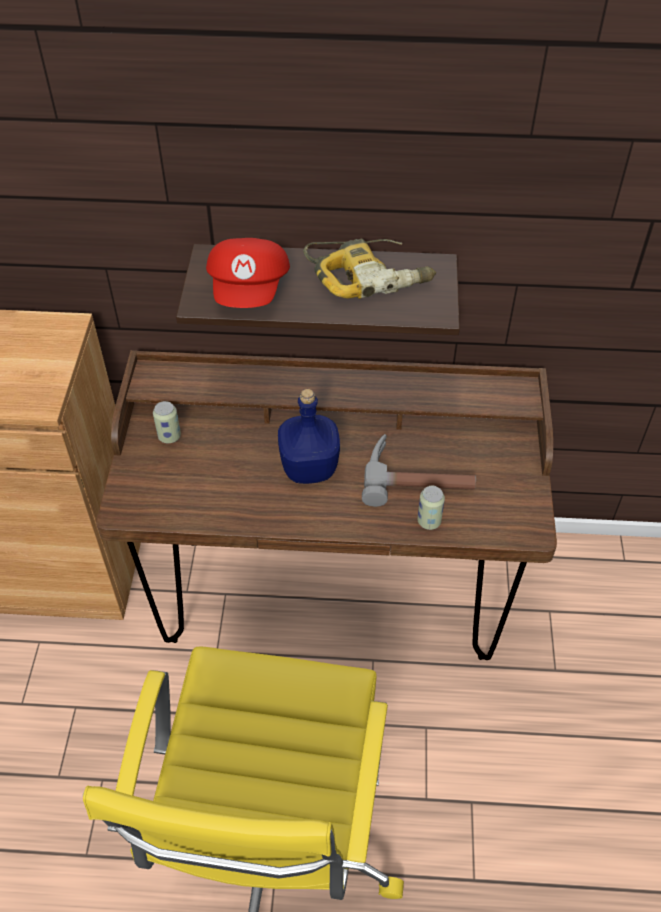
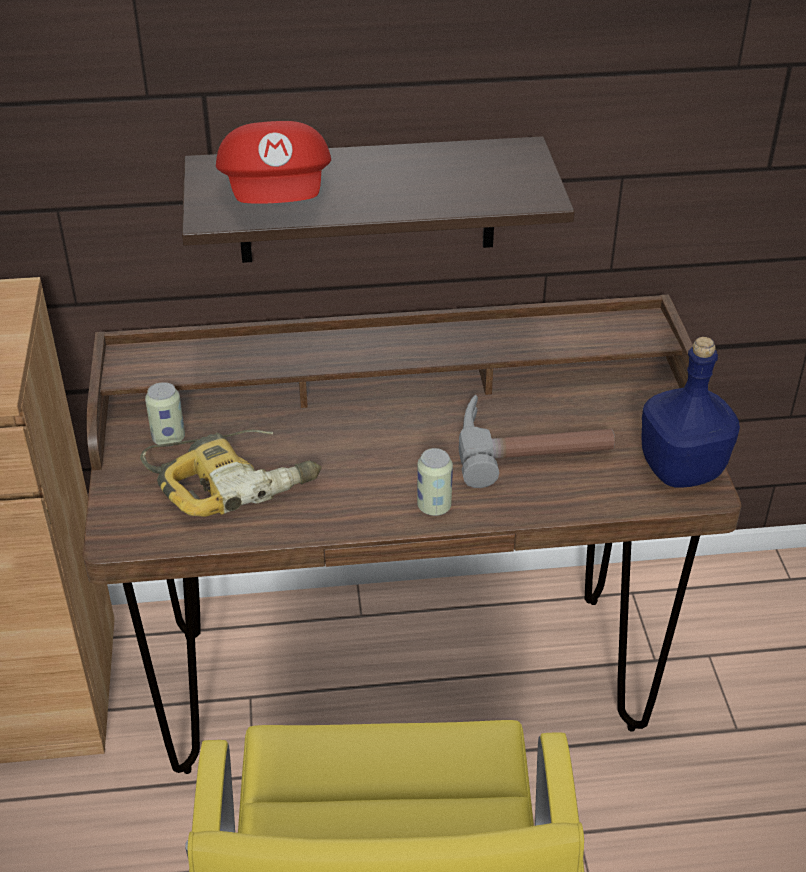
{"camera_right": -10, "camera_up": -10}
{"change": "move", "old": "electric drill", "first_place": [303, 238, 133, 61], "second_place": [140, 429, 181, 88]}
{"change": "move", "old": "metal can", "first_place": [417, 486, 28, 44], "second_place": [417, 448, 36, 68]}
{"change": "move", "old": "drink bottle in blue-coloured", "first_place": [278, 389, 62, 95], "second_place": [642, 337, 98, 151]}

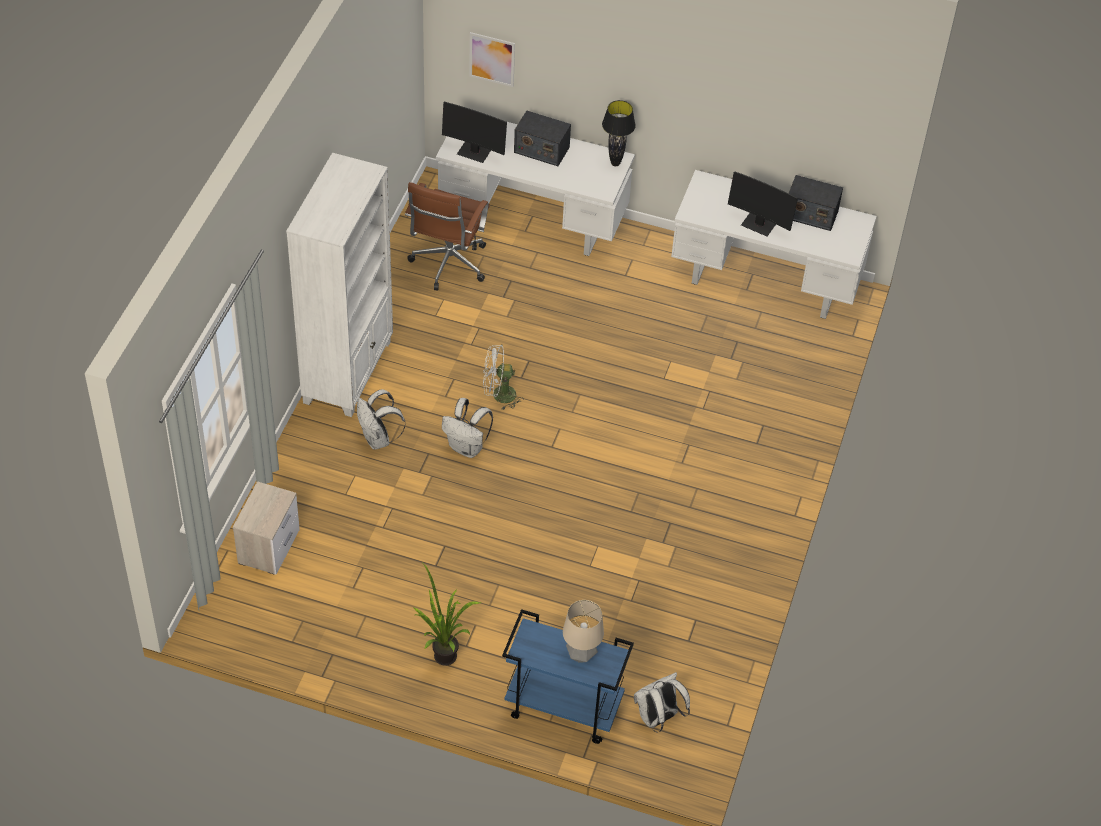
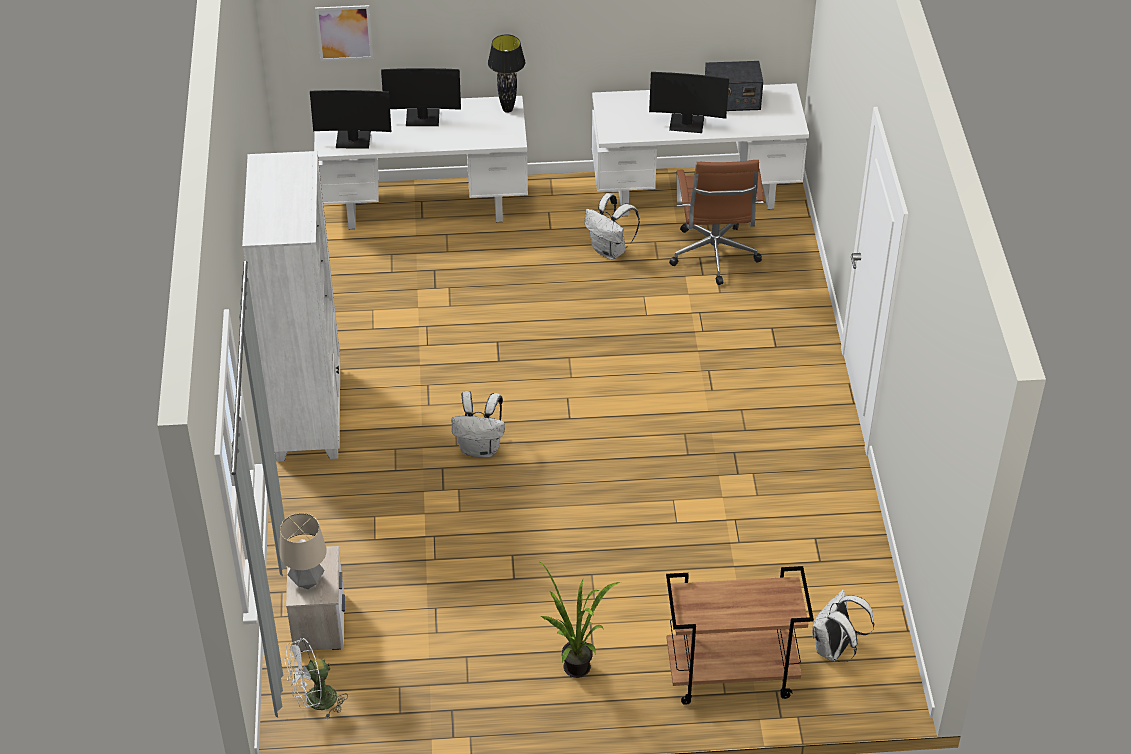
{"camera_right": -20, "camera_up": -5}
{"change": "move", "old": "table lamp", "first_place": [563, 600, 41, 63], "second_place": [280, 513, 47, 76]}
{"change": "move", "old": "electric fan in whitish", "first_place": [483, 345, 41, 64], "second_place": [285, 637, 63, 81]}
{"change": "replace", "old": "radio set", "new": "computer screen", "first_place": [514, 110, 57, 56], "second_place": [381, 68, 80, 58]}
{"change": "move", "old": "rucksack in whitish", "first_place": [357, 389, 49, 61], "second_place": [584, 193, 56, 67]}
{"change": "recolor", "old": "wheeled cart in blue-coloured", "new": "wheeled cart in brown-coloured", "first_place": [502, 609, 132, 135], "second_place": [666, 566, 148, 139]}
{"change": "move", "old": "computer chair in brown-coloured", "first_place": [405, 182, 85, 108], "second_place": [669, 160, 95, 125]}

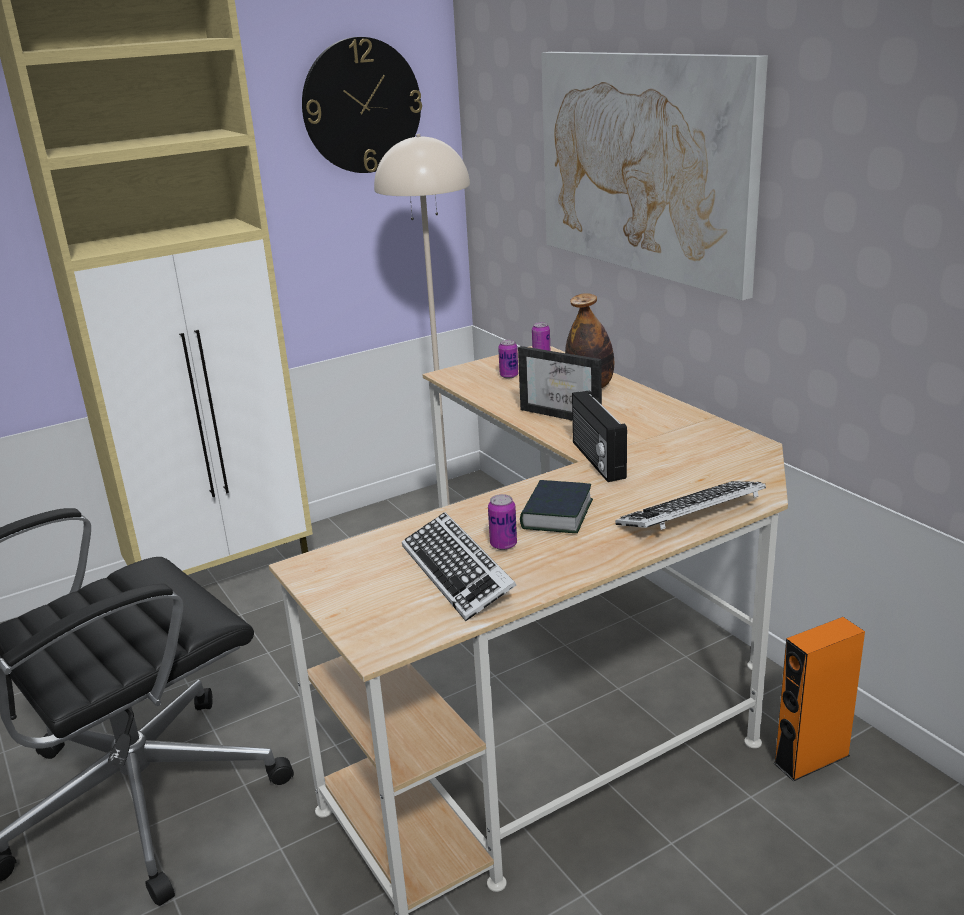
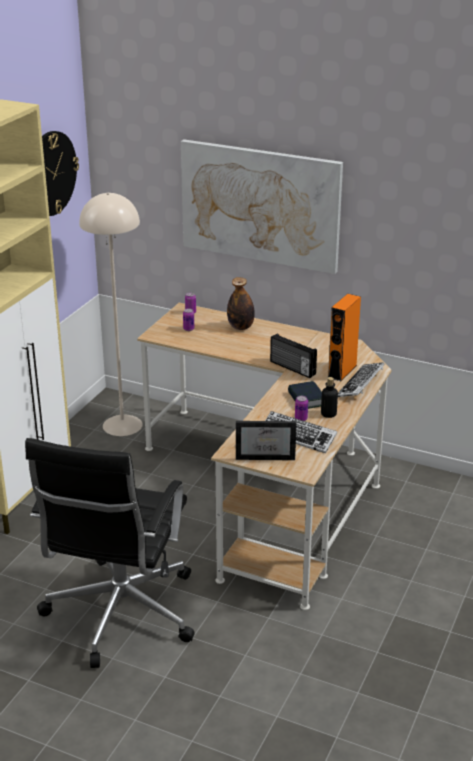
{"camera_right": -35, "camera_up": 5}
{"change": "move", "old": "standing frame", "first_place": [518, 346, 84, 74], "second_place": [236, 421, 60, 39]}
{"change": "insert", "new": "drink bottle", "second_place": [321, 377, 17, 41]}
{"change": "move", "old": "loudspeaker in orangey", "first_place": [773, 617, 92, 164], "second_place": [327, 294, 34, 87]}

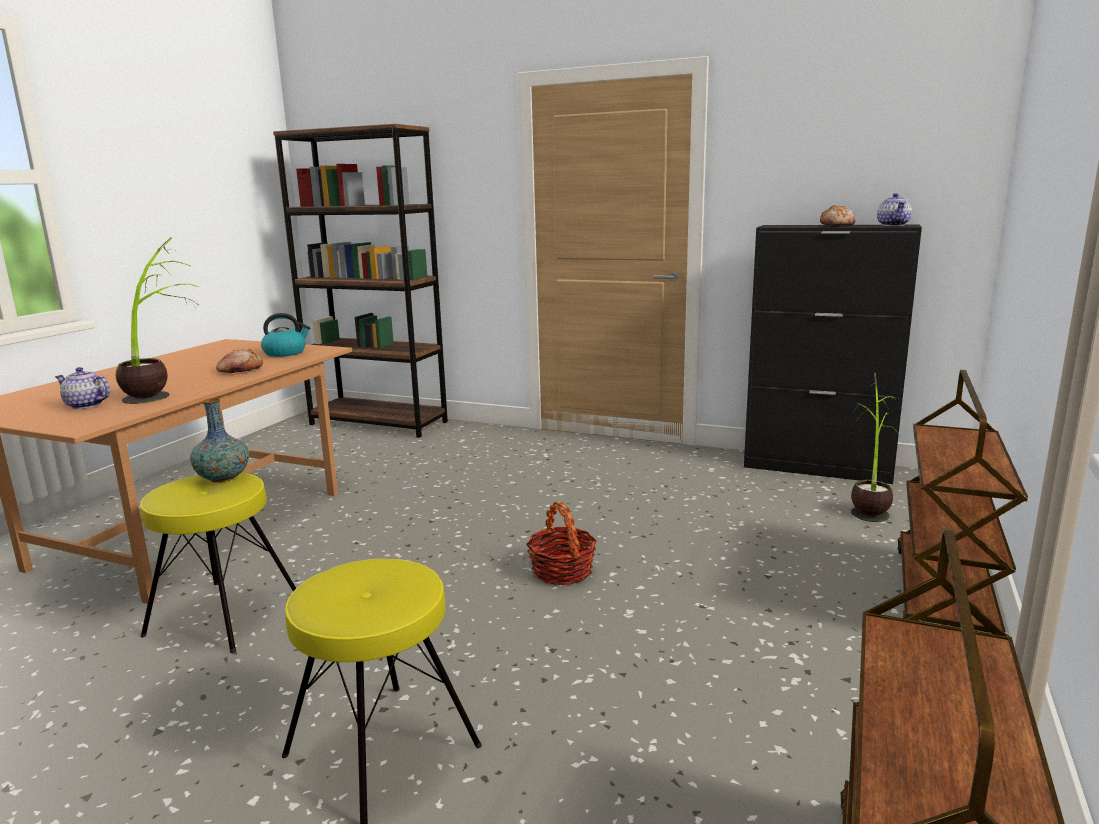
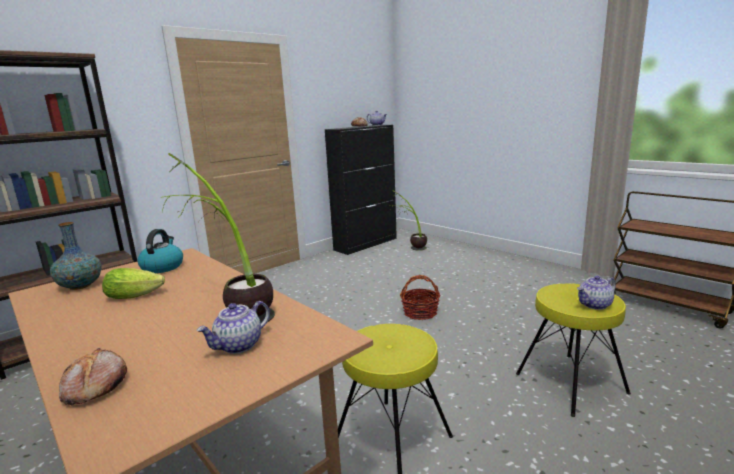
{"camera_right": -65, "camera_up": 0}
{"change": "move", "old": "vase", "first_place": [190, 398, 59, 85], "second_place": [50, 222, 52, 68]}
{"change": "move", "old": "bread", "first_place": [216, 349, 47, 24], "second_place": [59, 348, 68, 57]}
{"change": "insert", "new": "head of lettuce", "second_place": [102, 268, 63, 31]}
{"change": "insert", "new": "tea pot", "second_place": [577, 276, 39, 34]}
{"change": "delete", "old": "wheeled cart in brown-coloured", "first_place": [897, 370, 131, 264]}

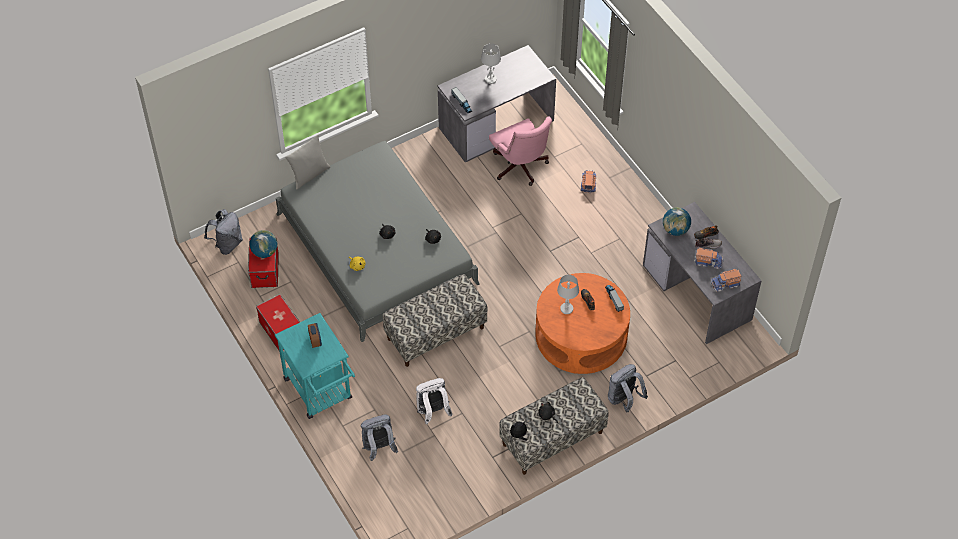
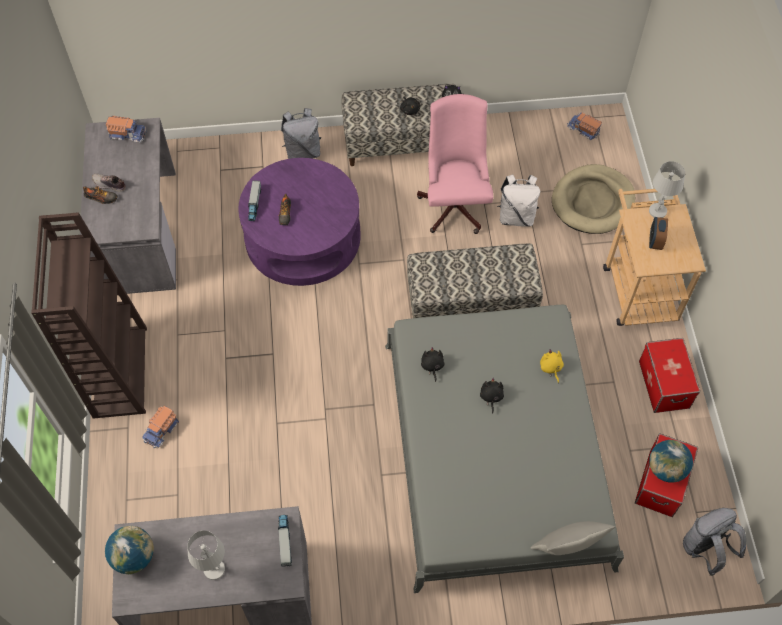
{"camera_right": -155, "camera_up": 5}
{"change": "insert", "new": "bookshelf in brown-coloured", "second_place": [31, 212, 116, 207]}
{"change": "move", "old": "globe", "first_place": [663, 207, 28, 29], "second_place": [105, 526, 49, 49]}
{"change": "recolor", "old": "lounge table in orangey", "new": "lounge table in purple", "first_place": [535, 273, 95, 101], "second_place": [239, 158, 122, 128]}
{"change": "move", "old": "computer chair in pinkish", "first_place": [489, 117, 63, 69], "second_place": [417, 94, 76, 140]}
{"change": "replace", "old": "rucksack in grey", "new": "pet bed in sand-coloured", "first_place": [361, 415, 37, 46], "second_place": [552, 164, 83, 70]}
{"change": "move", "old": "toy lorry", "first_place": [694, 248, 30, 21], "second_place": [567, 113, 35, 27]}
{"change": "recolor", "old": "wheeled cart in turquoise", "new": "wheeled cart in sand-coloured", "first_place": [275, 313, 80, 106], "second_place": [603, 189, 103, 137]}
{"change": "move", "old": "table lamp in whitish", "first_place": [557, 274, 22, 40], "second_place": [649, 161, 36, 57]}

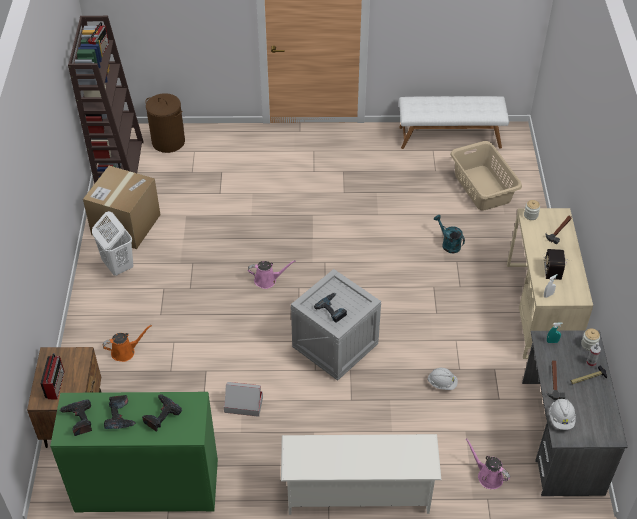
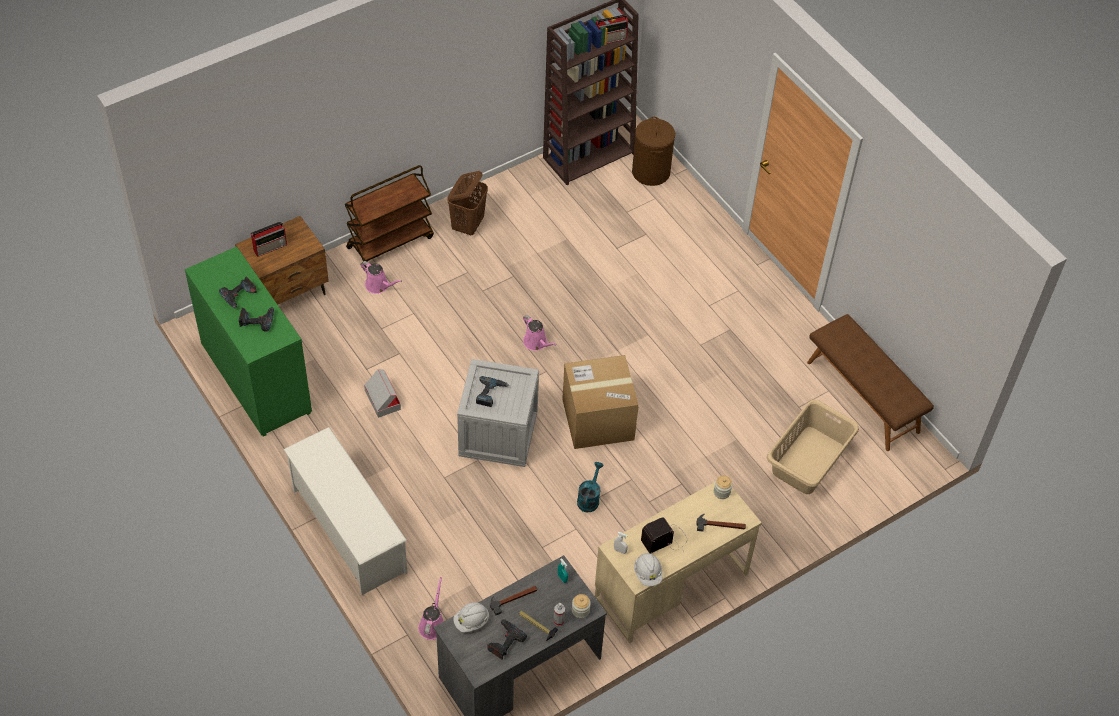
{"camera_right": 55, "camera_up": 5}
{"change": "insert", "new": "wheeled cart in brown-coloured", "second_place": [345, 165, 89, 103]}
{"change": "recolor", "old": "sprinkling can in orangey", "new": "sprinkling can in pinkish", "first_place": [103, 325, 49, 37], "second_place": [360, 261, 42, 33]}
{"change": "recolor", "old": "washing basket in whitish", "new": "washing basket in brown-coloured", "first_place": [92, 211, 41, 65], "second_place": [447, 171, 41, 65]}
{"change": "move", "old": "electric drill", "first_place": [59, 399, 33, 37], "second_place": [488, 619, 39, 41]}
{"change": "move", "old": "carton", "first_place": [83, 166, 78, 83], "second_place": [562, 355, 77, 94]}
{"change": "move", "old": "sprinkling can in turquoise", "first_place": [434, 215, 31, 38], "second_place": [577, 462, 27, 50]}
{"change": "move", "old": "safety helmet in whitish", "first_place": [428, 368, 30, 22], "second_place": [634, 553, 29, 33]}
{"change": "recolor", "old": "indoor bench in whitish", "new": "indoor bench in brown-coloured", "first_place": [399, 96, 110, 53], "second_place": [807, 314, 127, 137]}

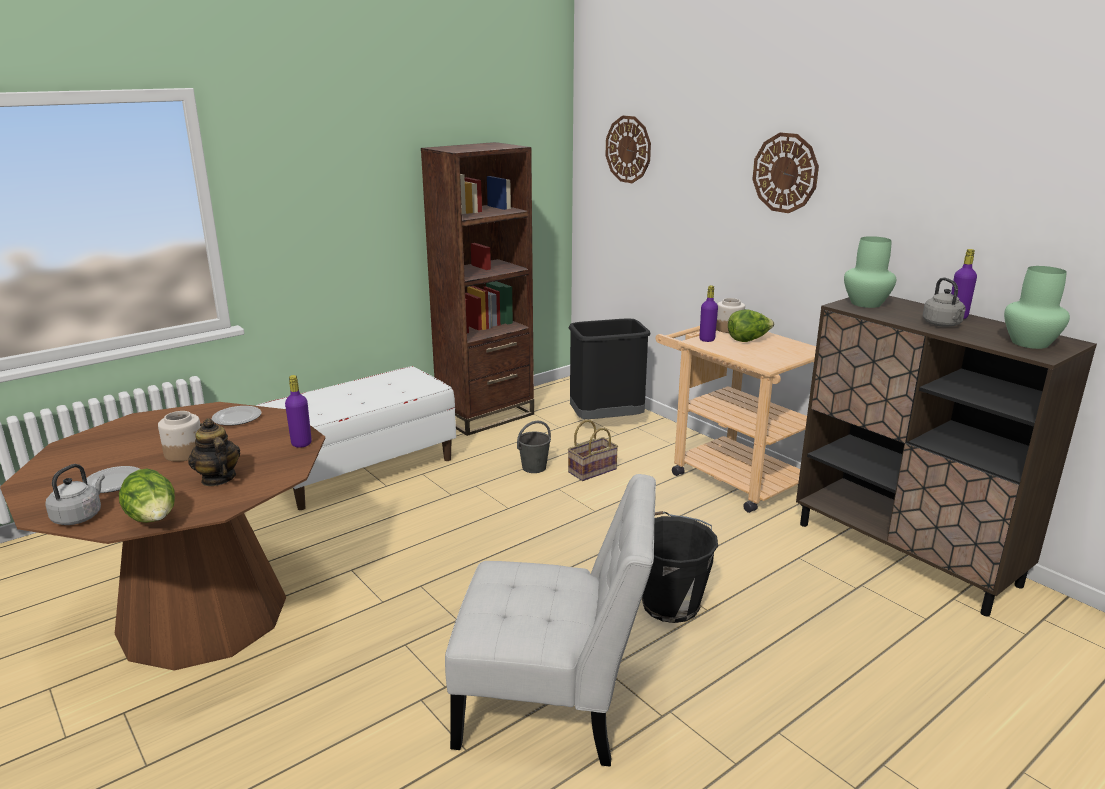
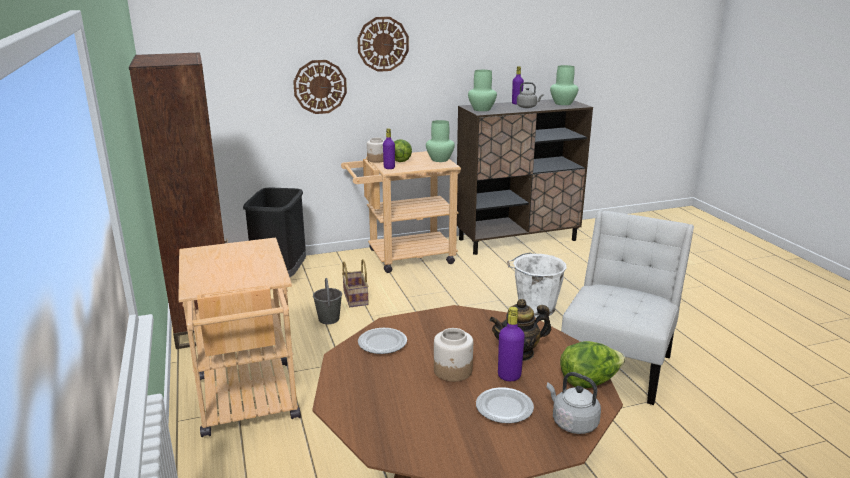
{"camera_right": -70, "camera_up": 0}
{"change": "replace", "old": "indoor bench in whitish", "new": "wheeled cart in sand-coloured", "first_place": [256, 366, 200, 144], "second_place": [178, 238, 123, 199]}
{"change": "move", "old": "wall clock", "first_place": [605, 116, 46, 67], "second_place": [293, 60, 54, 54]}
{"change": "insert", "new": "vase in green", "second_place": [426, 120, 29, 42]}
{"change": "move", "old": "drink bottle in purple", "first_place": [285, 375, 27, 73], "second_place": [498, 307, 27, 74]}
{"change": "recolor", "old": "pail in black", "new": "pail in whitish", "first_place": [642, 511, 76, 112], "second_place": [507, 253, 60, 64]}

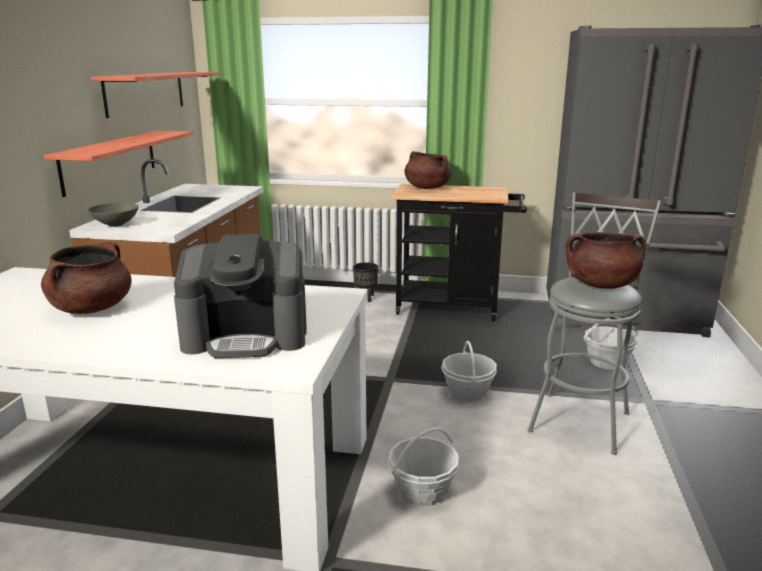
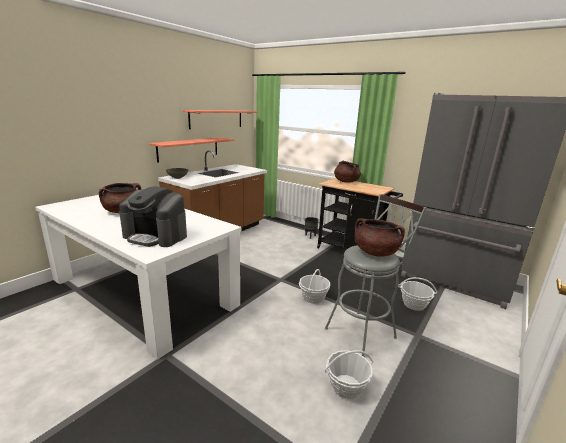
{"camera_right": 25, "camera_up": 0}
{"change": "move", "old": "household basket", "first_place": [388, 428, 71, 78], "second_place": [325, 350, 48, 49]}

